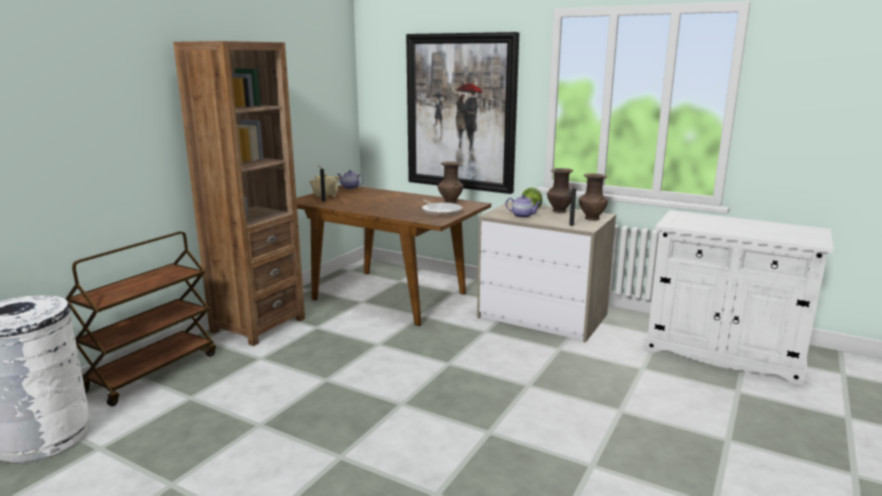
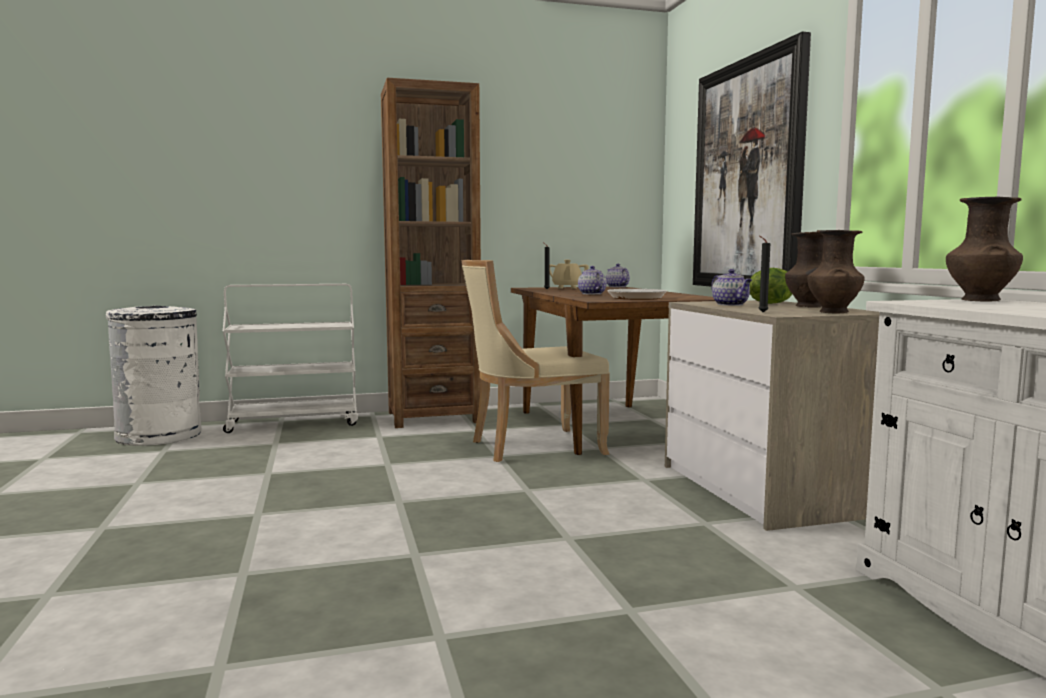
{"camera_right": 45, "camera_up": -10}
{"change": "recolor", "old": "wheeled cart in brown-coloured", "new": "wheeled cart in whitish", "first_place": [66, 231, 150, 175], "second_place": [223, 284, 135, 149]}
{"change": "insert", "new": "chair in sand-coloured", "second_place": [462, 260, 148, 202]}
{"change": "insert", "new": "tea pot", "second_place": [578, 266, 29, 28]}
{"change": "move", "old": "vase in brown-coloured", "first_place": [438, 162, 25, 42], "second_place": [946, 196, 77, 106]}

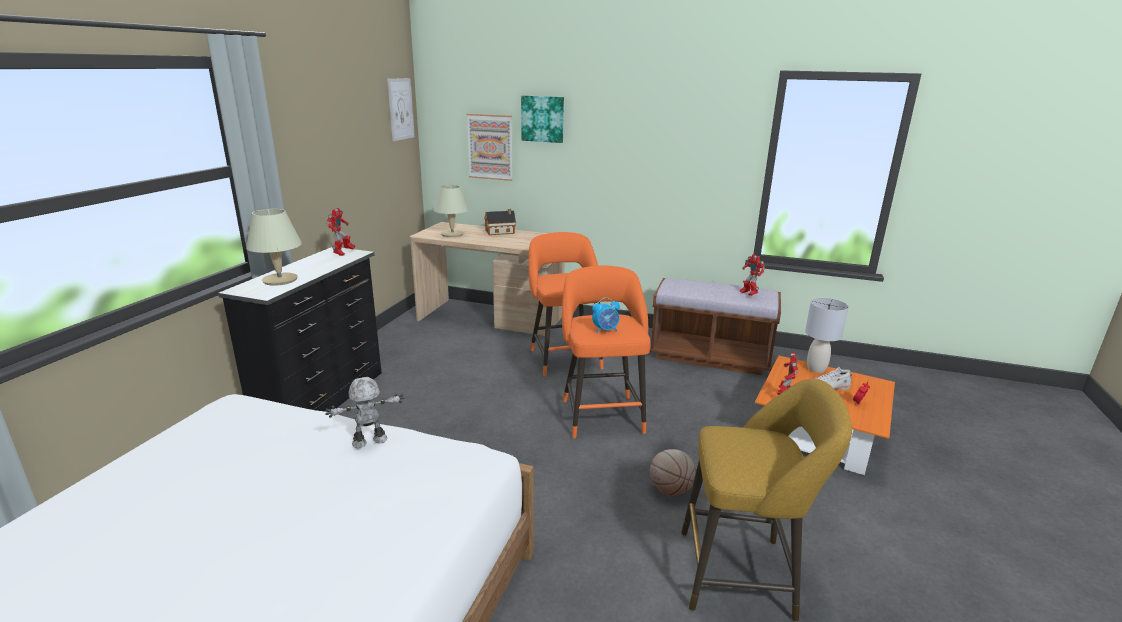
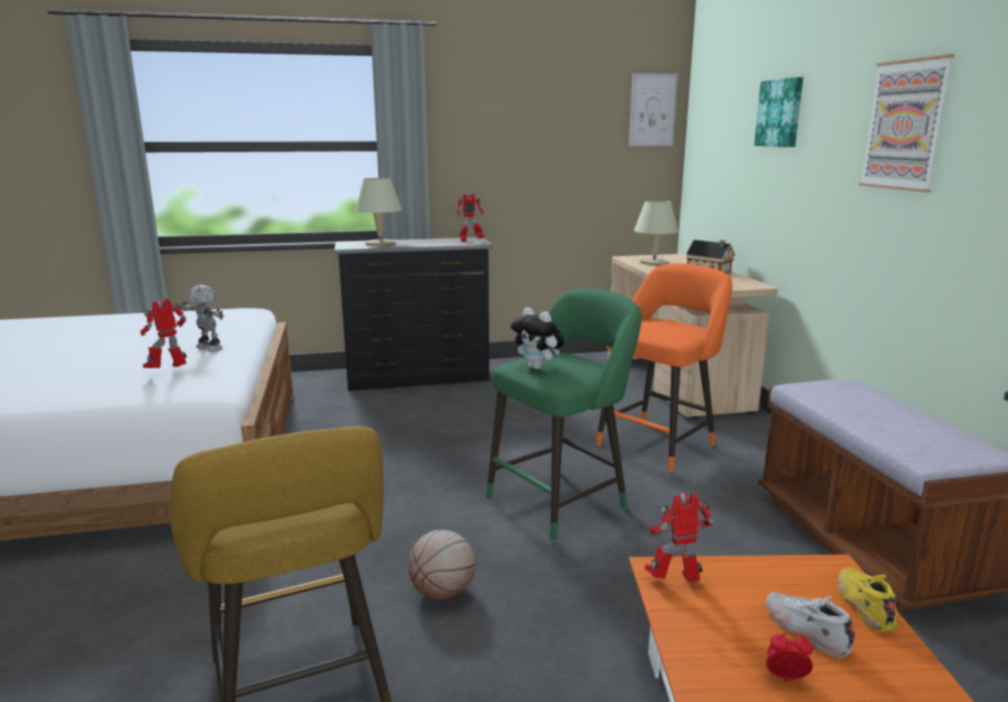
{"camera_right": 60, "camera_up": -5}
{"change": "move", "old": "robot figure", "first_place": [740, 254, 25, 42], "second_place": [140, 299, 47, 69]}
{"change": "recolor", "old": "stool in orangey", "new": "stool in green", "first_place": [562, 266, 89, 173], "second_place": [486, 289, 156, 253]}
{"change": "replace", "old": "bedside clock", "new": "soft toy", "first_place": [592, 297, 28, 36], "second_place": [511, 307, 53, 62]}
{"change": "replace", "old": "table lamp in grey", "new": "low shoe in yellowish", "first_place": [805, 298, 44, 75], "second_place": [837, 567, 60, 65]}
{"change": "move", "old": "wall art", "first_place": [467, 114, 46, 67], "second_place": [859, 54, 96, 138]}

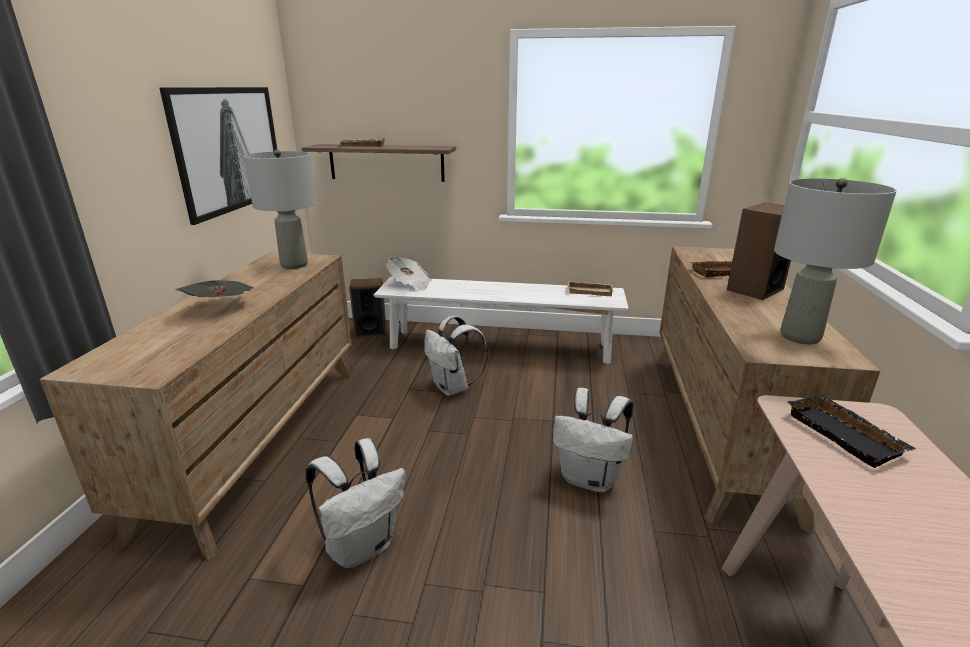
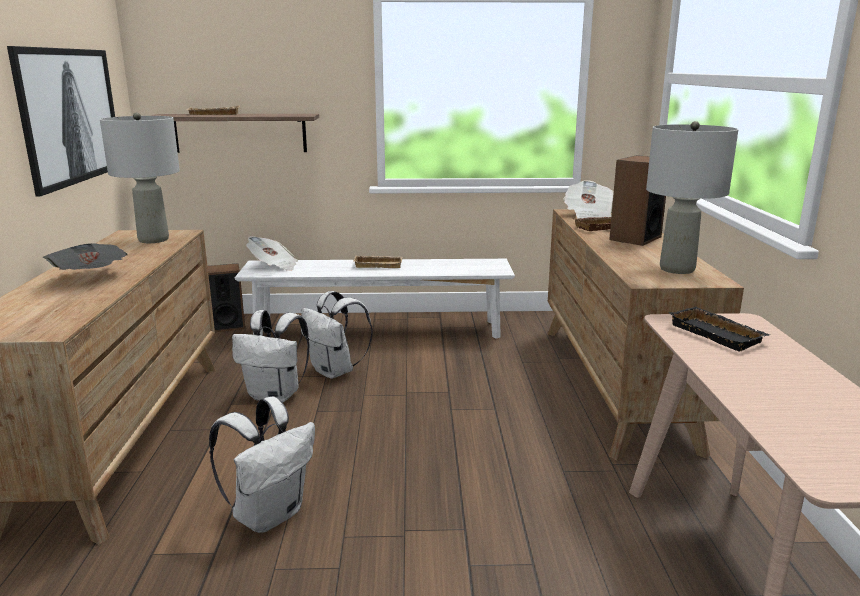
{"camera_right": -10, "camera_up": -5}
{"change": "move", "old": "rucksack in whitish", "first_place": [553, 388, 80, 105], "second_place": [232, 310, 78, 93]}
{"change": "move", "old": "carrying tray in sand-coloured", "first_place": [568, 281, 46, 15], "second_place": [353, 256, 49, 12]}
{"change": "insert", "new": "newspaper", "second_place": [563, 180, 51, 38]}

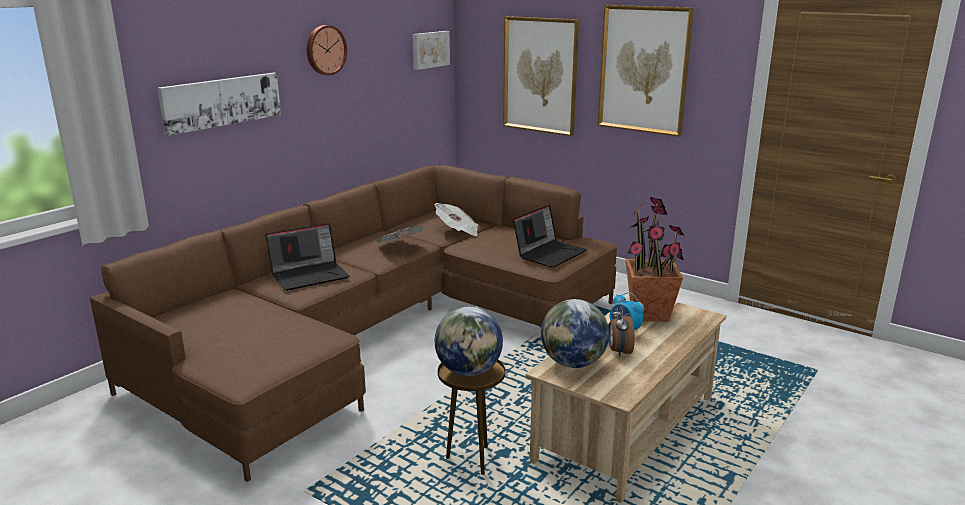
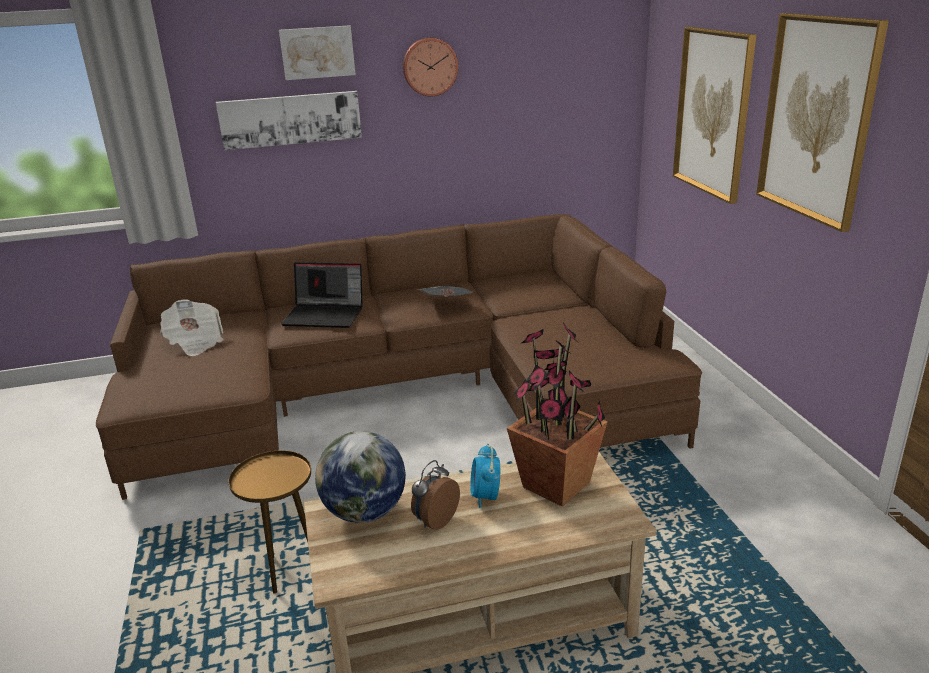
{"camera_right": 40, "camera_up": 5}
{"change": "move", "old": "newspaper", "first_place": [434, 203, 44, 33], "second_place": [160, 299, 63, 57]}
{"change": "move", "old": "wall art", "first_place": [413, 31, 37, 39], "second_place": [279, 25, 77, 55]}
{"change": "delete", "old": "globe", "first_place": [435, 306, 68, 70]}
{"change": "delete", "old": "portable computer", "first_place": [513, 205, 74, 63]}

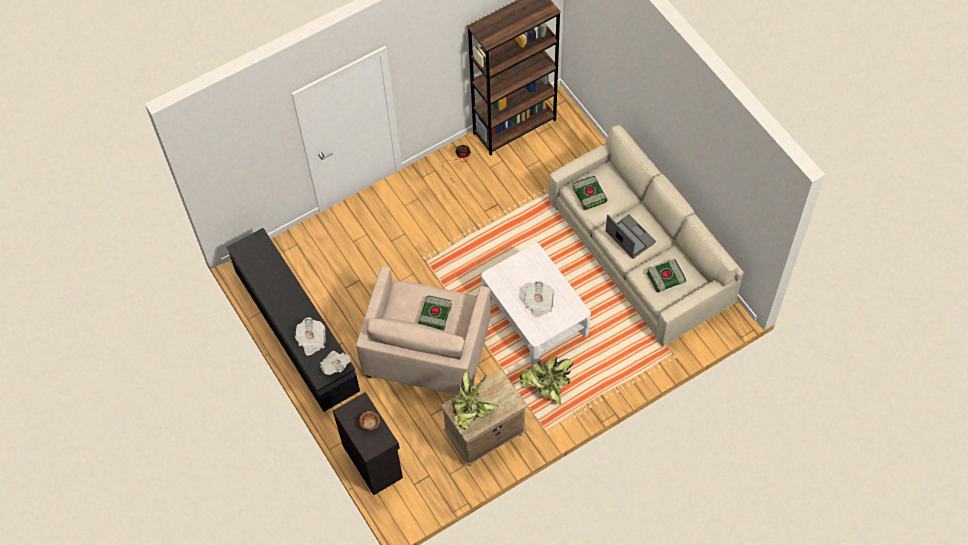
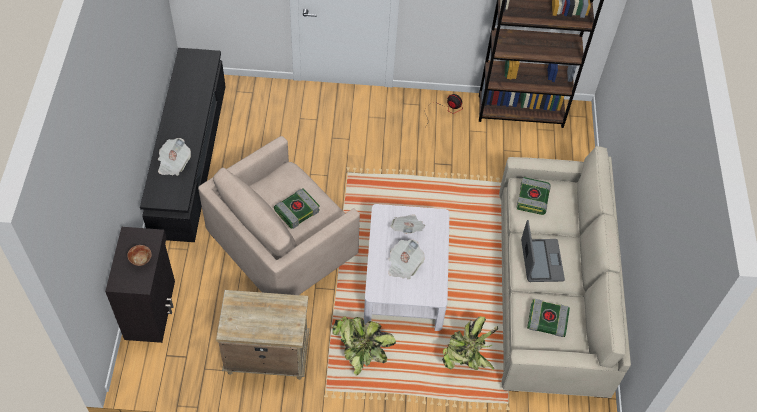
{"camera_right": 30, "camera_up": -5}
{"change": "move", "old": "newspaper", "first_place": [320, 351, 30, 24], "second_place": [391, 214, 34, 20]}
{"change": "move", "old": "houseplant", "first_place": [451, 371, 48, 59], "second_place": [442, 316, 56, 54]}

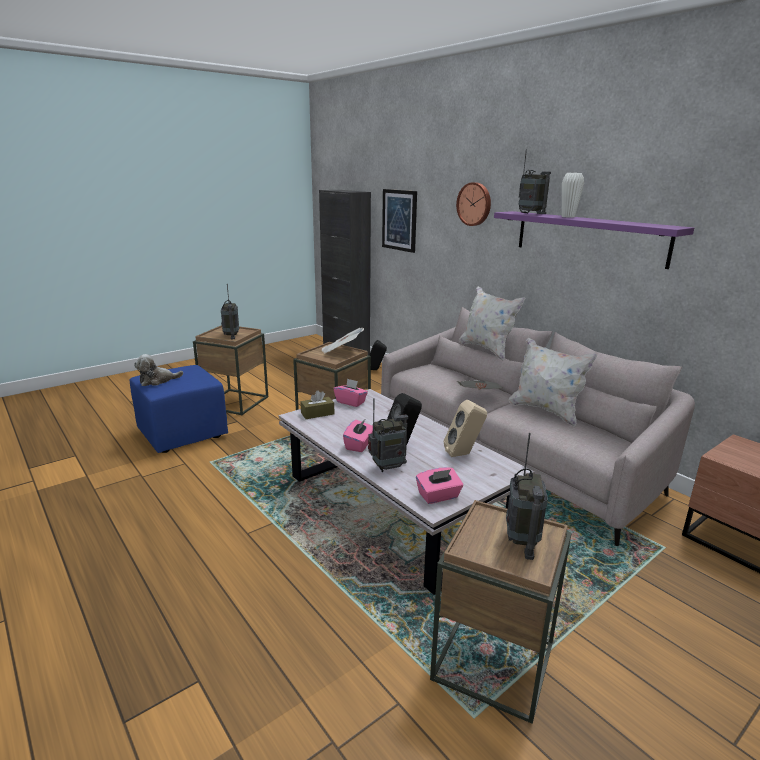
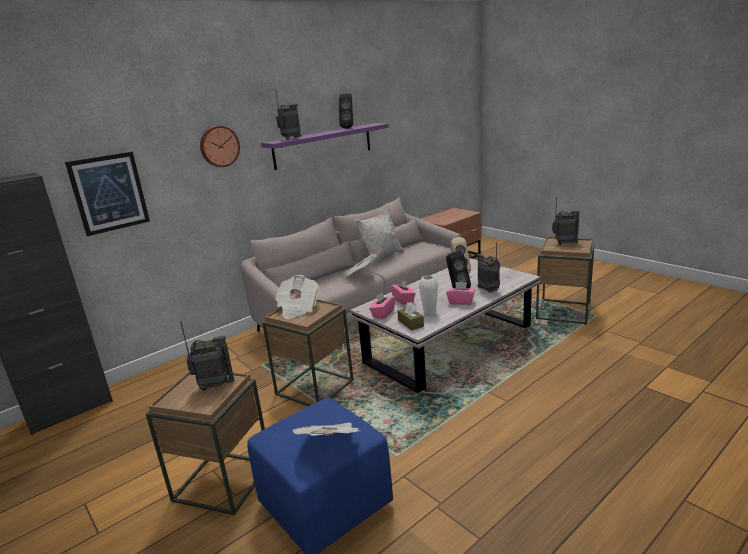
{"camera_right": -90, "camera_up": 0}
{"change": "replace", "old": "soft toy", "new": "newspaper", "first_place": [134, 354, 49, 32], "second_place": [292, 423, 68, 13]}
{"change": "move", "old": "loudspeaker in black", "first_place": [369, 340, 18, 30], "second_place": [339, 93, 14, 36]}
{"change": "move", "old": "box of tissues in pinkish", "first_place": [416, 467, 47, 37], "second_place": [390, 280, 26, 25]}
{"change": "move", "old": "vase in whitish", "first_place": [562, 173, 22, 45], "second_place": [419, 275, 19, 40]}
{"change": "delete", "old": "cushion in whitish", "first_place": [459, 286, 66, 75]}

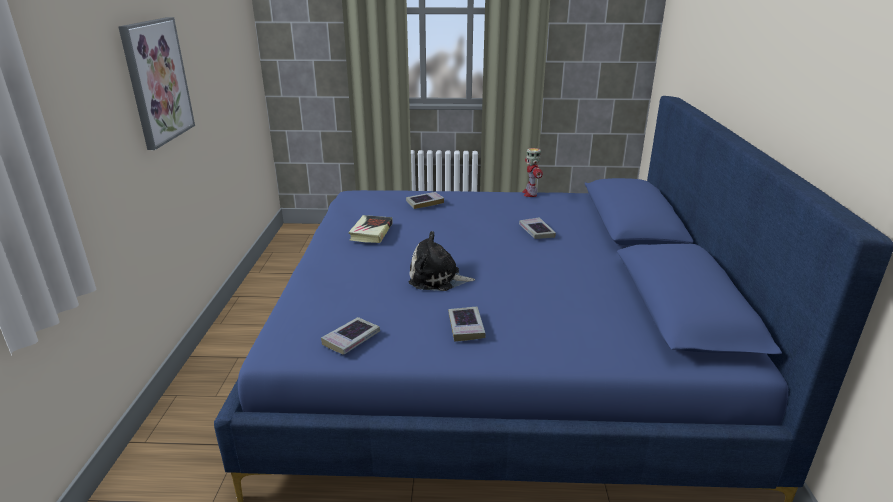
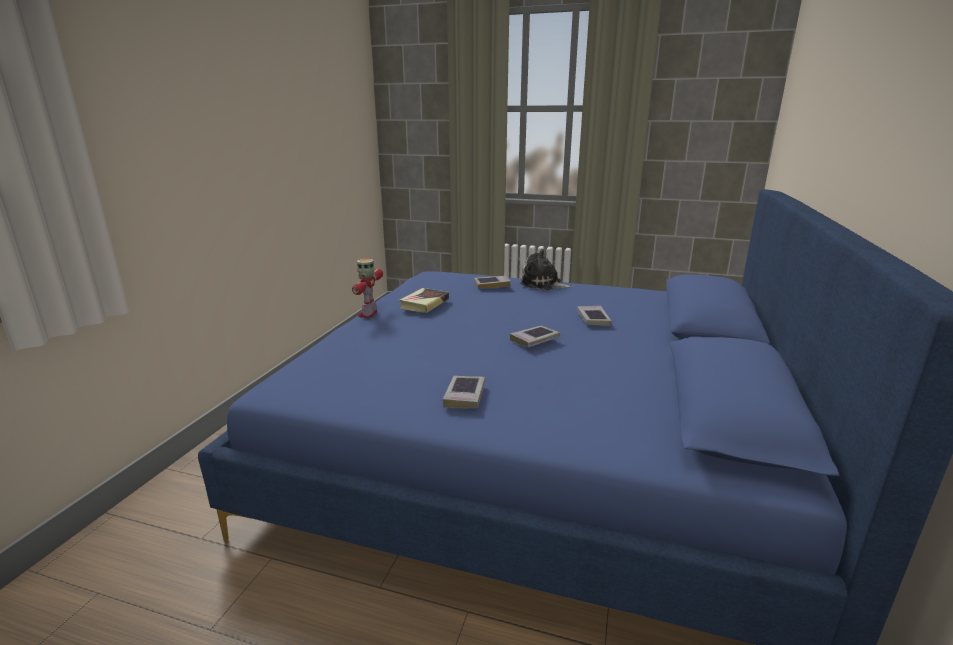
{"camera_right": 15, "camera_up": -5}
{"change": "move", "old": "robot figure", "first_place": [522, 148, 21, 49], "second_place": [352, 259, 31, 59]}
{"change": "move", "old": "bound book", "first_place": [321, 317, 59, 38], "second_place": [510, 326, 50, 21]}
{"change": "move", "old": "soft toy", "first_place": [409, 231, 66, 60], "second_place": [520, 249, 53, 41]}
{"change": "delete", "old": "wall art", "first_place": [118, 17, 77, 133]}

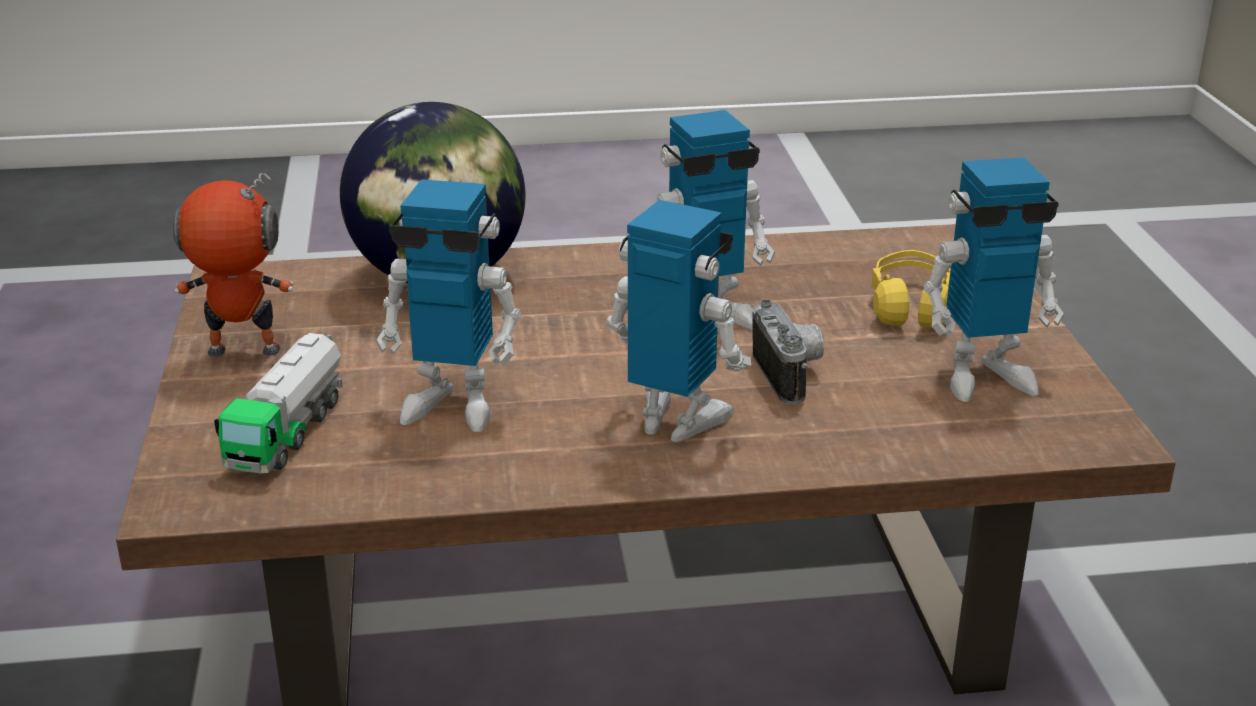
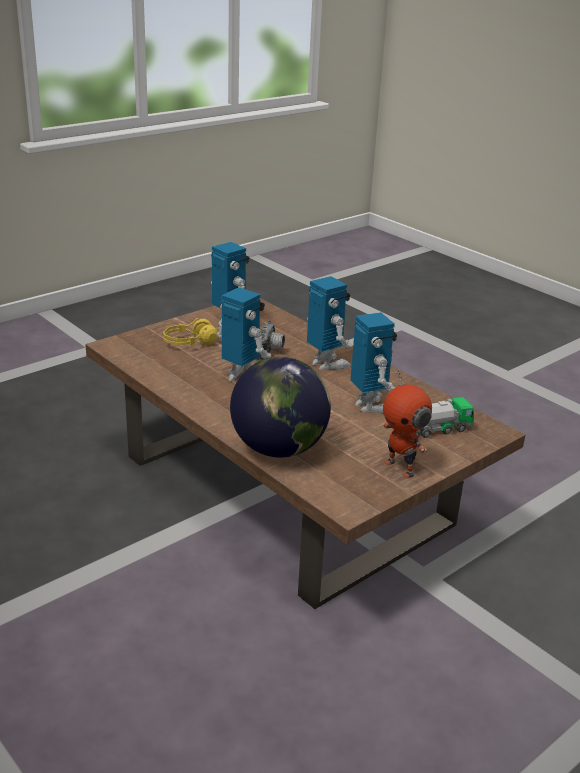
{"camera_right": -125, "camera_up": 0}
{"change": "rotate", "old": "still camera", "first_place": [752, 299, 72, 105], "second_place": [256, 321, 29, 40], "degrees": 150}
{"change": "rotate", "old": "robot figure", "first_place": [606, 200, 145, 242], "second_place": [307, 276, 45, 94], "degrees": 150}

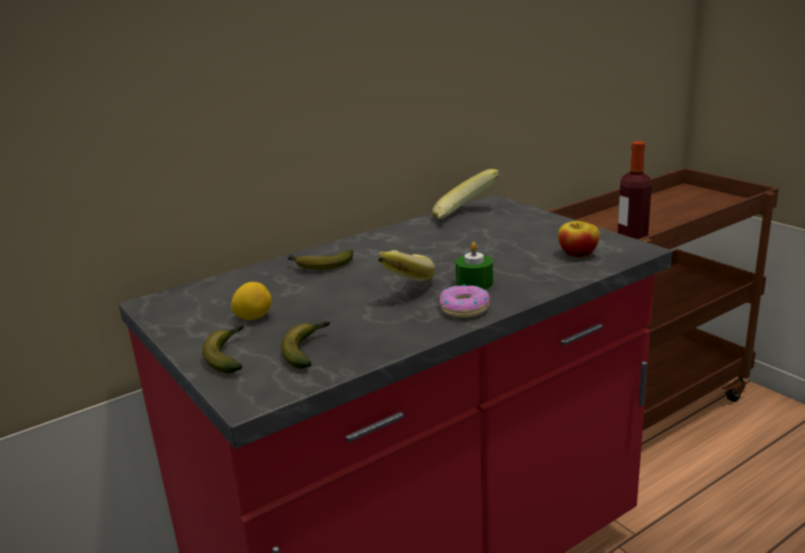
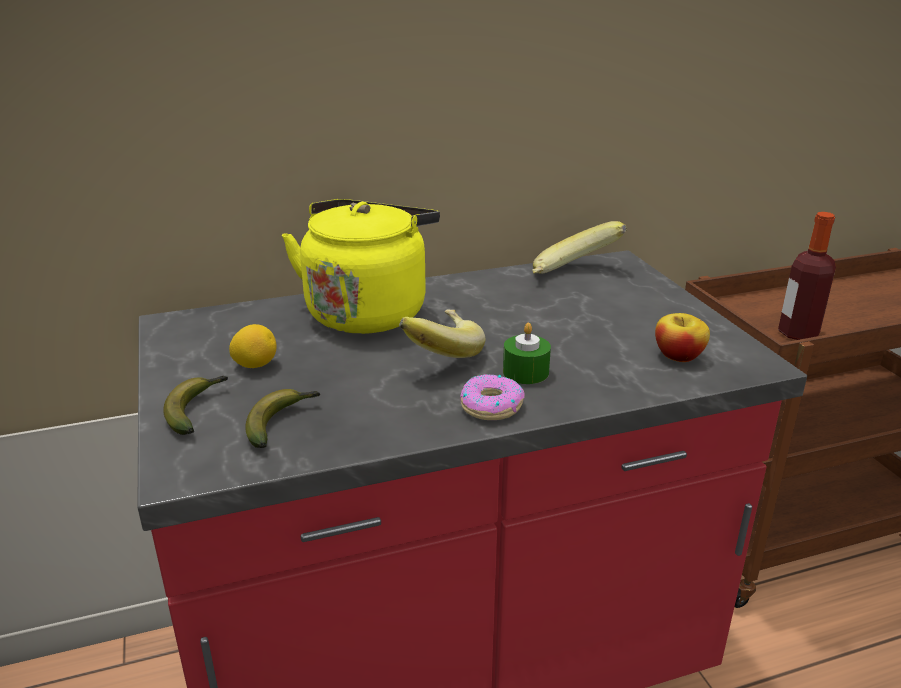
{"camera_right": 15, "camera_up": 5}
{"change": "replace", "old": "whole banana", "new": "tea kettle in yellowish", "first_place": [288, 250, 66, 20], "second_place": [282, 199, 158, 135]}

